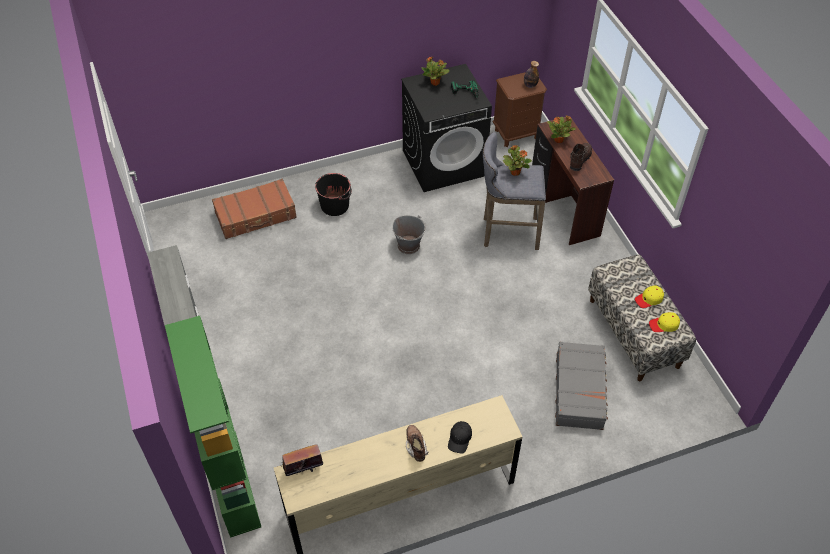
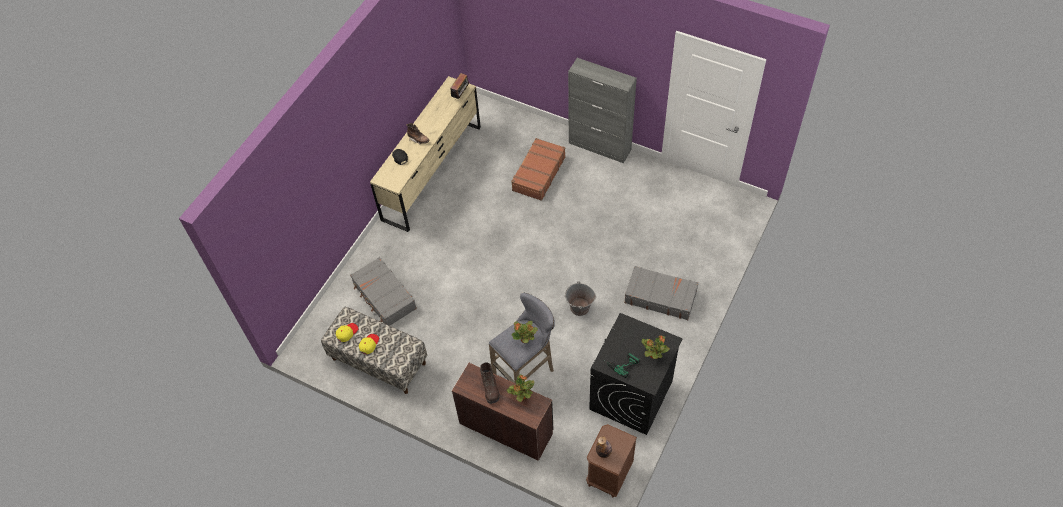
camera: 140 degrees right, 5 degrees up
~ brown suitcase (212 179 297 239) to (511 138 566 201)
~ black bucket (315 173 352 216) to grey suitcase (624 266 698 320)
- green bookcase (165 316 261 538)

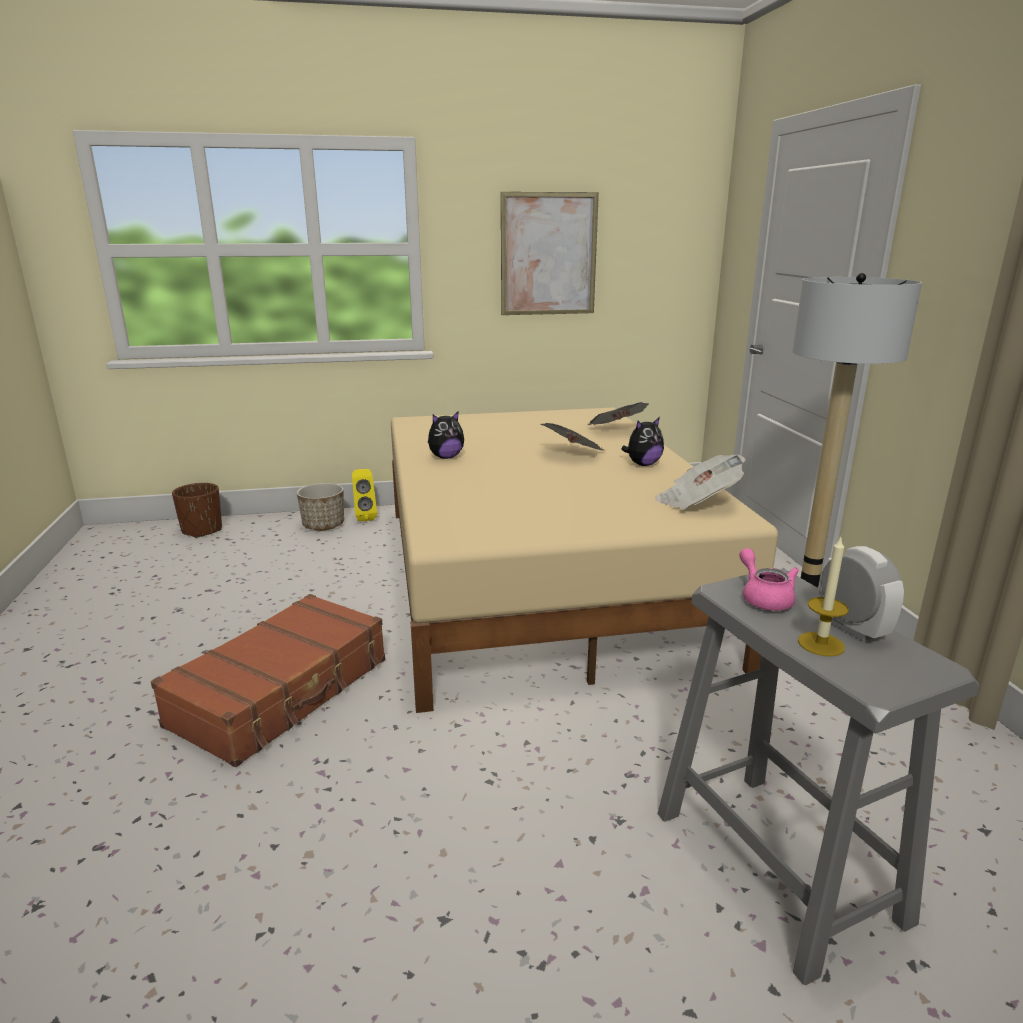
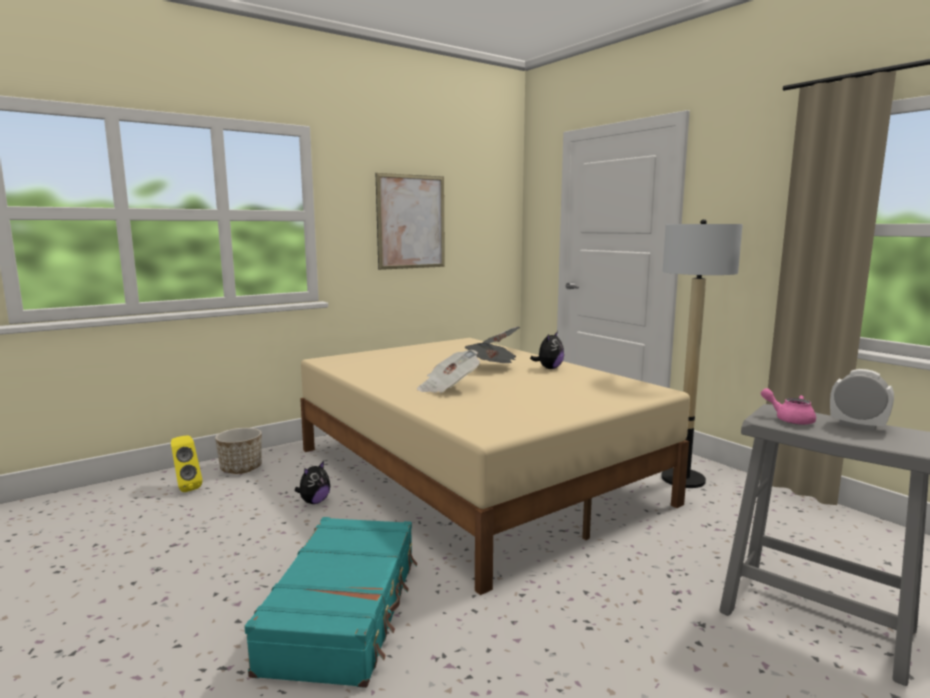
camera: 25 degrees left, 10 degrees down
~ yellow speaker (352 469 377 521) to (171 435 203 492)
~ brown suitcase (151 594 385 767) to turquoise suitcase (244 517 417 688)
~ plush toy (428 412 464 459) to (294 461 330 504)
~ newspaper (655 455 746 510) to (417 350 480 393)
- brown planter (172 483 222 538)
- candle (798 537 849 656)

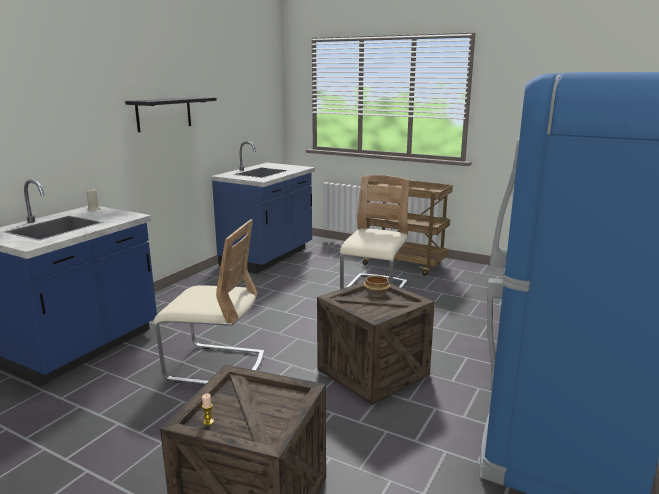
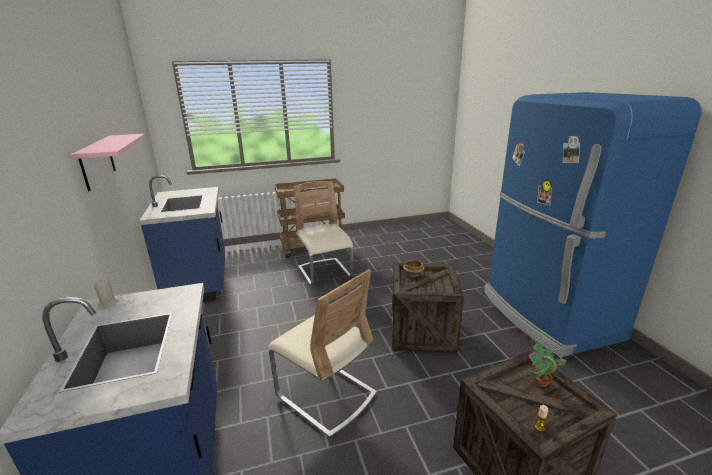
camera: 45 degrees left, 5 degrees up
~ black shelf (125 97 217 132) to pink shelf (71 134 145 191)
~ beige chair (153 219 264 385) = (268 269 377 438) 75 degrees clockwise
+ potted plant (527 344 566 387)

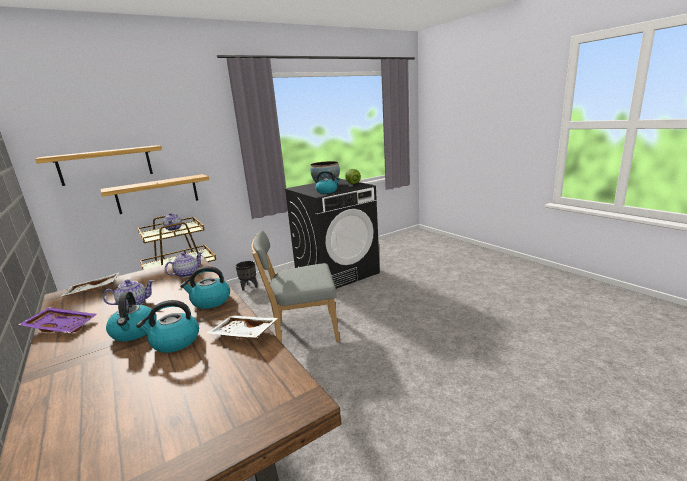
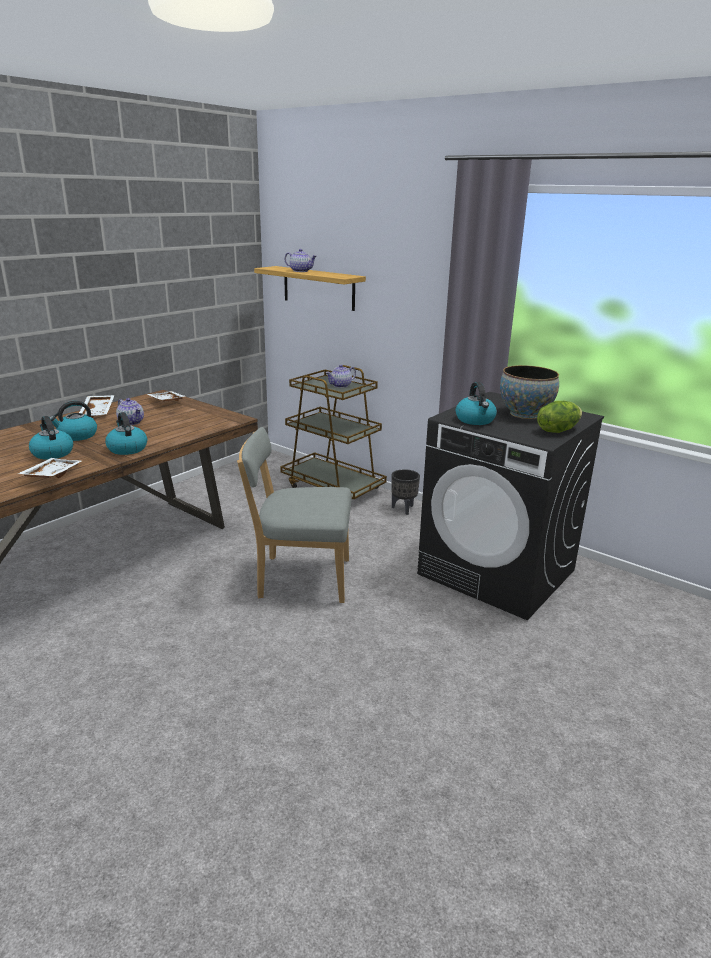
camera: 70 degrees right, 5 degrees up
~ purple tray (18 307 97 333) to white tray (79 395 115 418)
~ grey chair (252 230 340 343) = (237 427 352 603) 60 degrees counterclockwise
~ teapot (165 252 203 278) to (284 249 317 272)
- shelf (100 174 209 214)

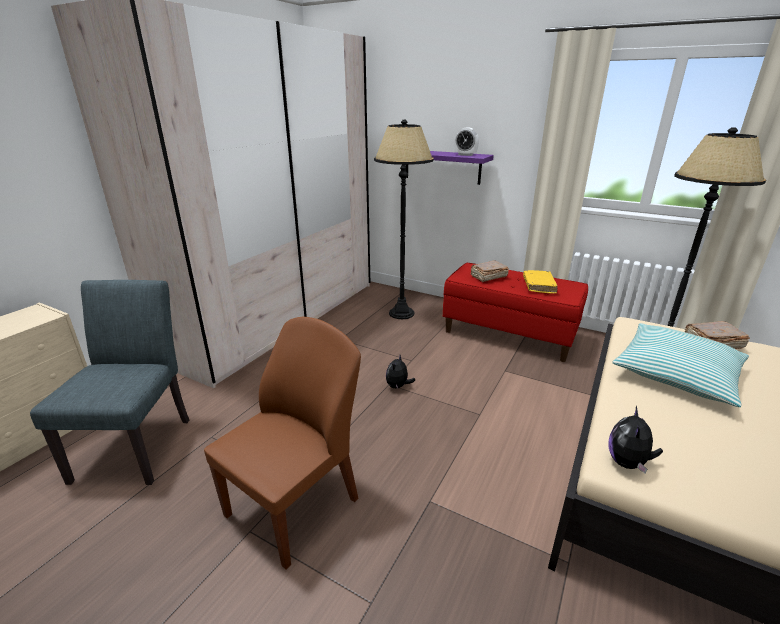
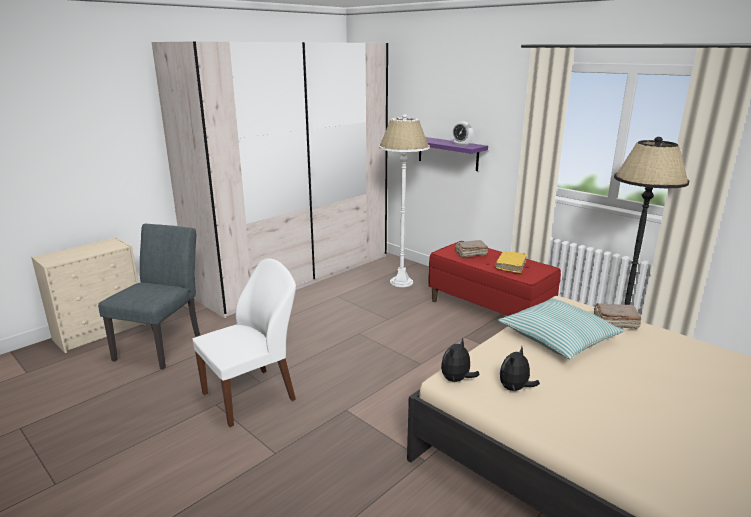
camera: 15 degrees right, 5 degrees down
~ brown chair (204 317 361 570) to white chair (192 258 296 427)
~ black floor lamp (374 120 434 319) to white floor lamp (379 114 430 287)
~ plush toy (386 355 415 389) to (500 347 540 391)

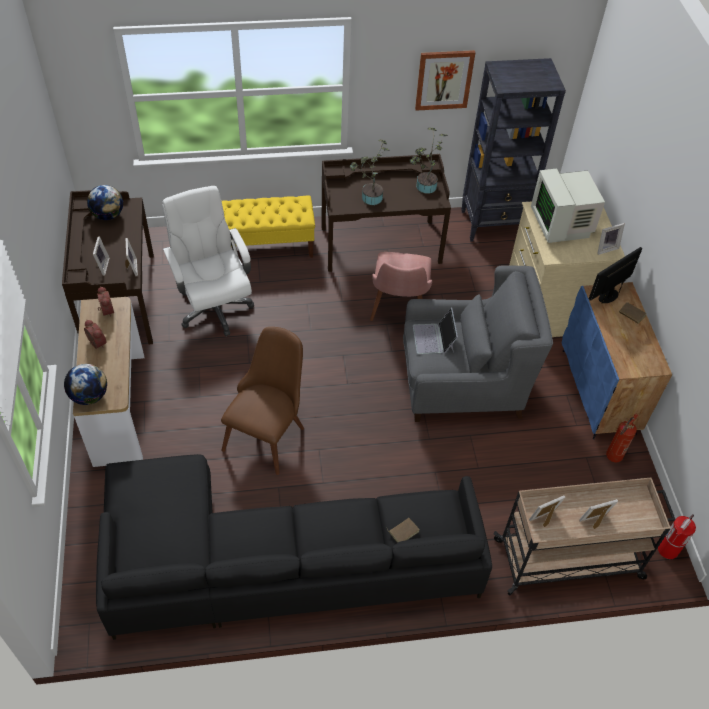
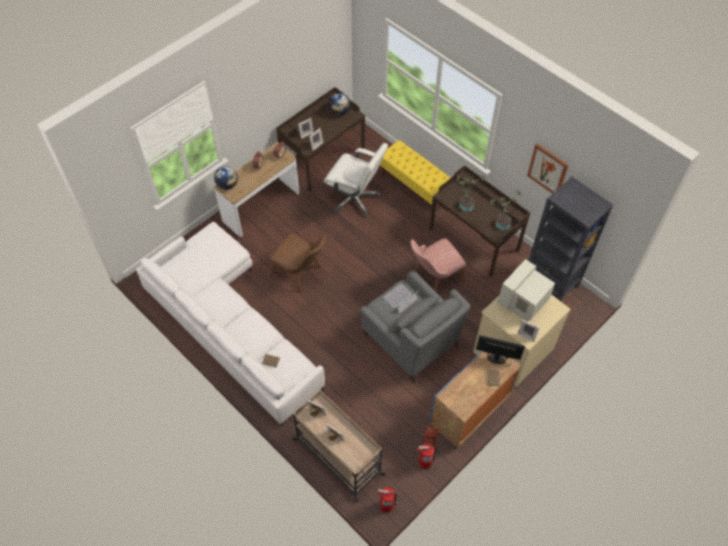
camera: 55 degrees right, 5 degrees up
~ black sofa (96 454 492 640) to white sofa (136 222 325 427)
~ brown chair (221 327 304 475) = (269 233 326 293) 45 degrees clockwise
~ white office chair (163 186 254 336) = (324 143 388 217) 90 degrees clockwise
+ fire extinguisher (417 443 436 469)

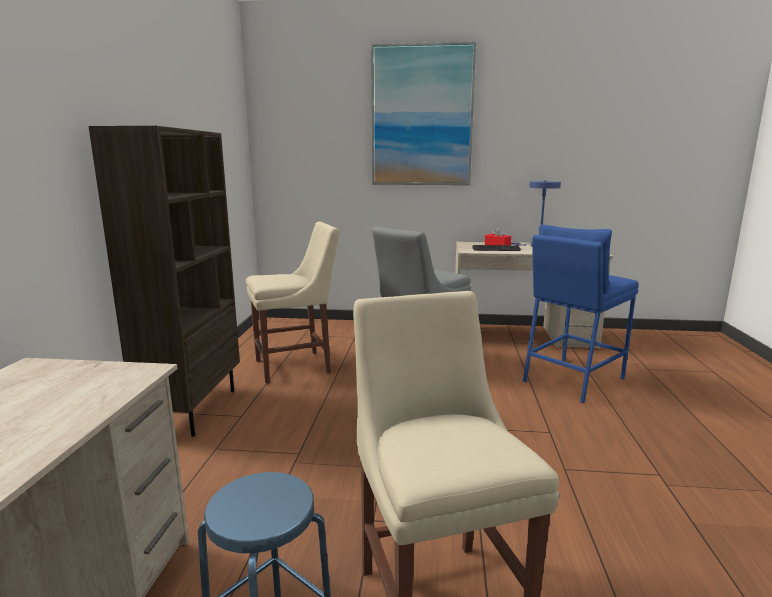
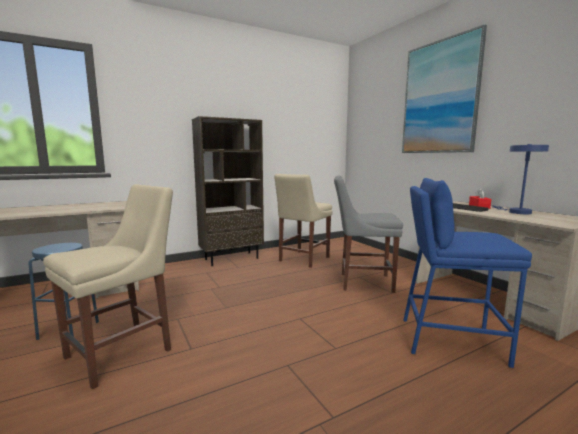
camera: 55 degrees right, 5 degrees down
~ beige chair (246 221 339 383) = (274 174 333 268) 90 degrees clockwise

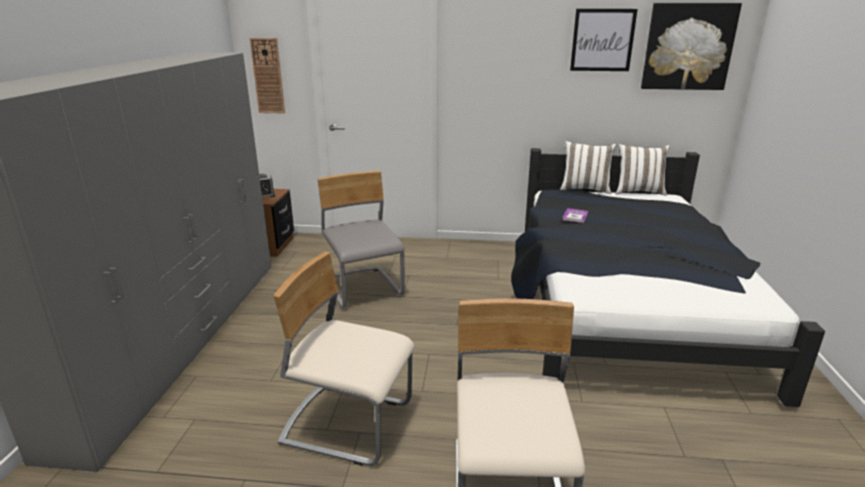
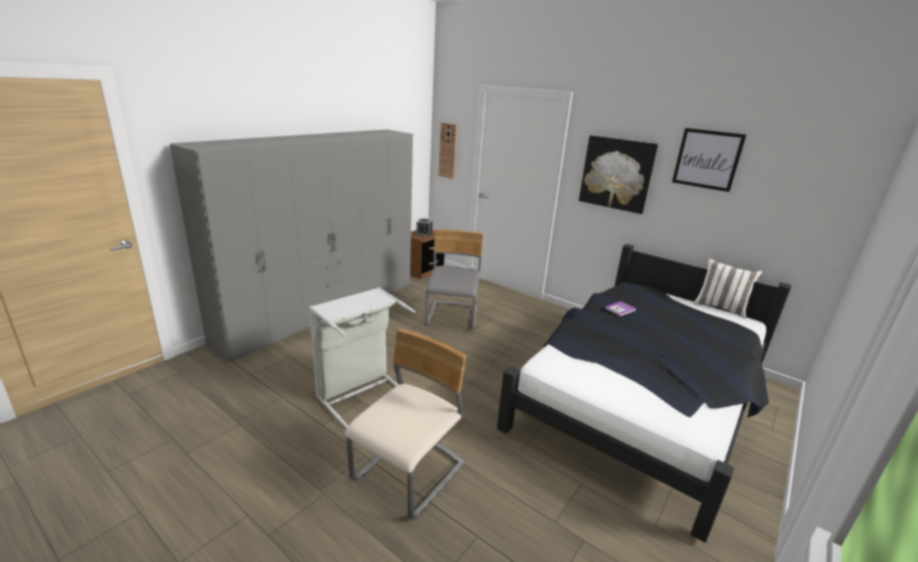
camera: 30 degrees right, 0 degrees up
~ beige chair (273 252 414 466) to grey laundry basket (309 287 415 428)
~ picture (641 3 742 90) to (579 135 658 214)
- white pillow (560 141 616 194)

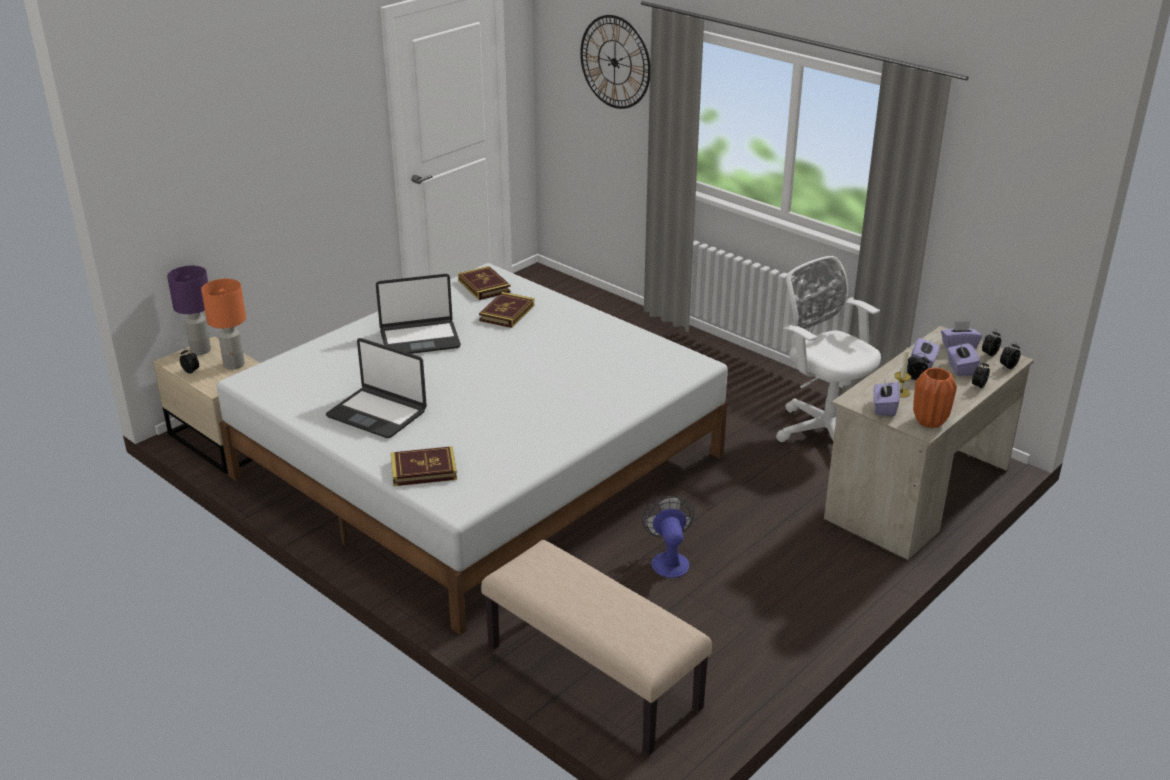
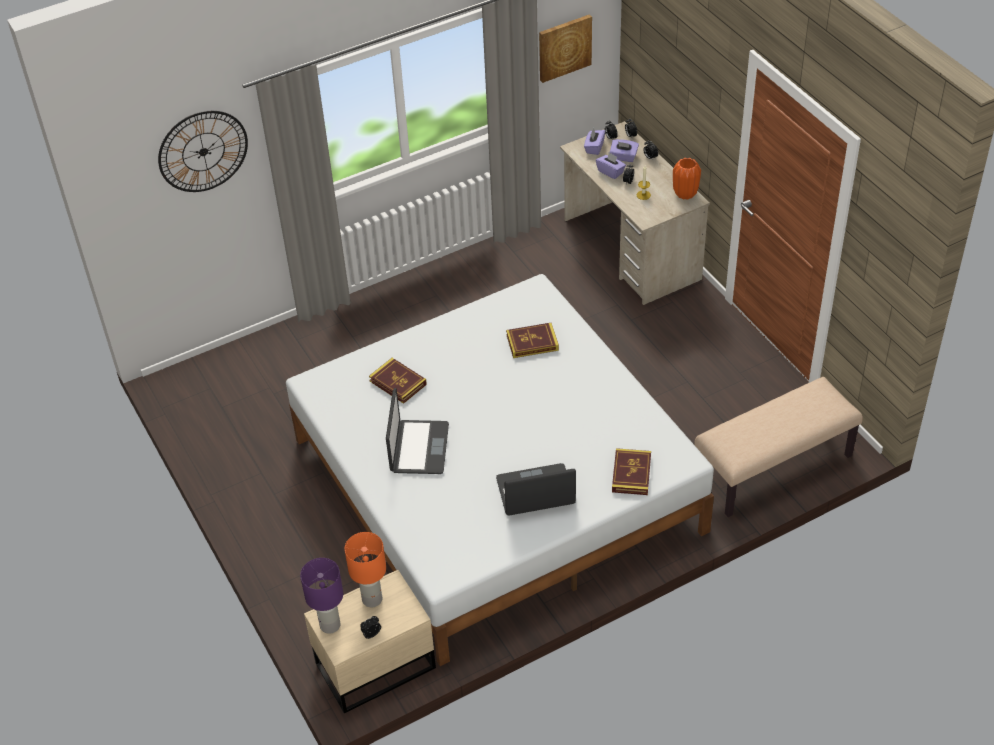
camera: 70 degrees left, 15 degrees up
~ laptop (326 338 427 438) = (496 463 576 516) 150 degrees counterclockwise
~ book (458 266 511 300) to (506 323 559 358)
+ picture (539 14 592 83)
- fan (642 496 694 578)
- white office chair (776 256 881 442)
- purple tissue box (873 380 900 417)

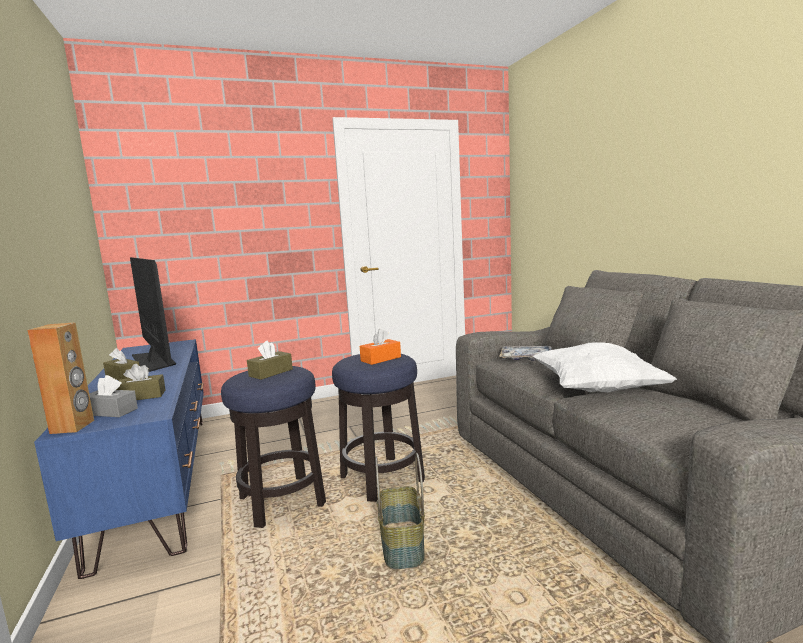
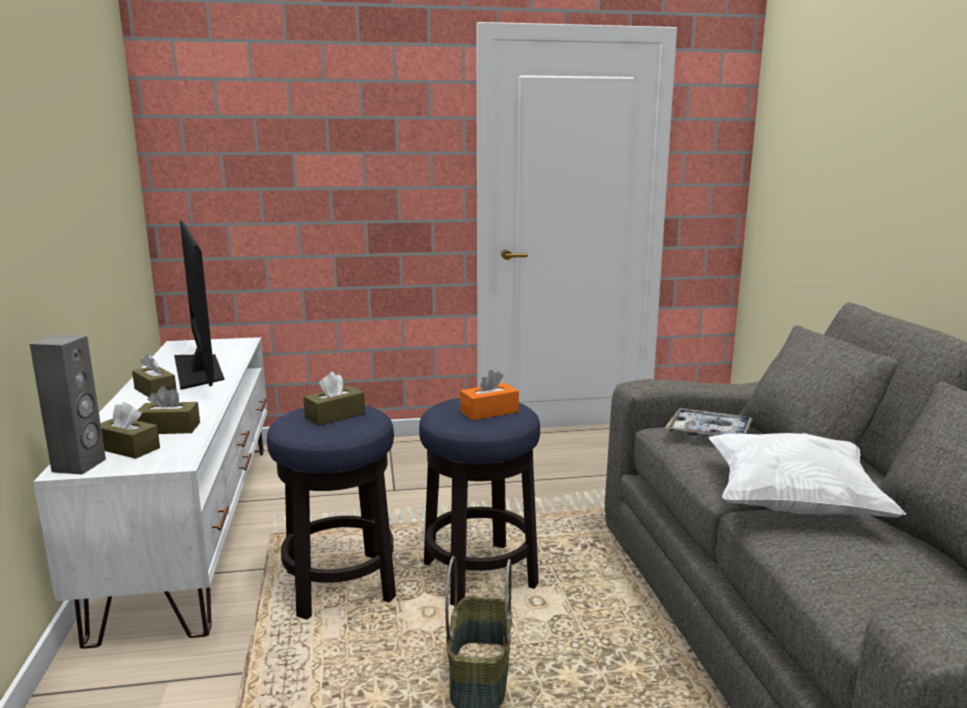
camera: 10 degrees right, 5 degrees up
~ brown speaker (28 322 94 434) to grey speaker (30 335 106 474)
~ blue tv stand (34 339 204 579) to white tv stand (33 337 268 649)
~ grey tissue box (89 375 138 417) to brown tissue box (101 402 160 459)

